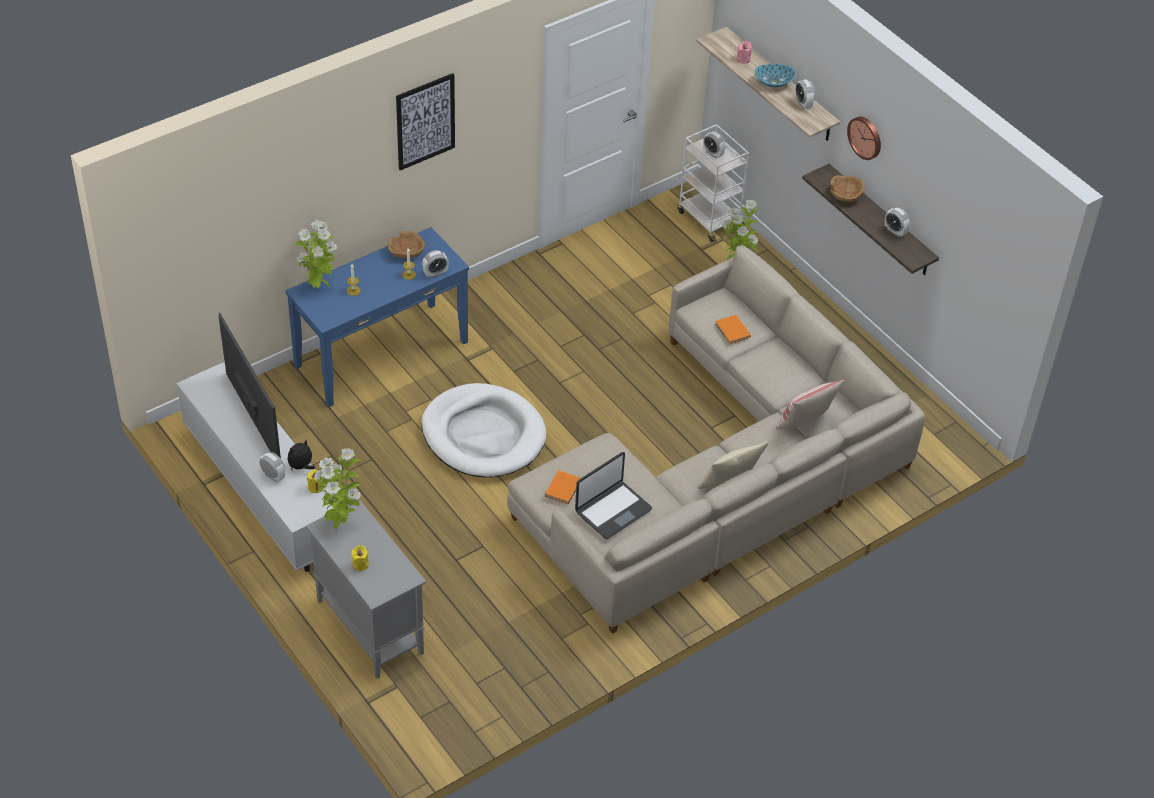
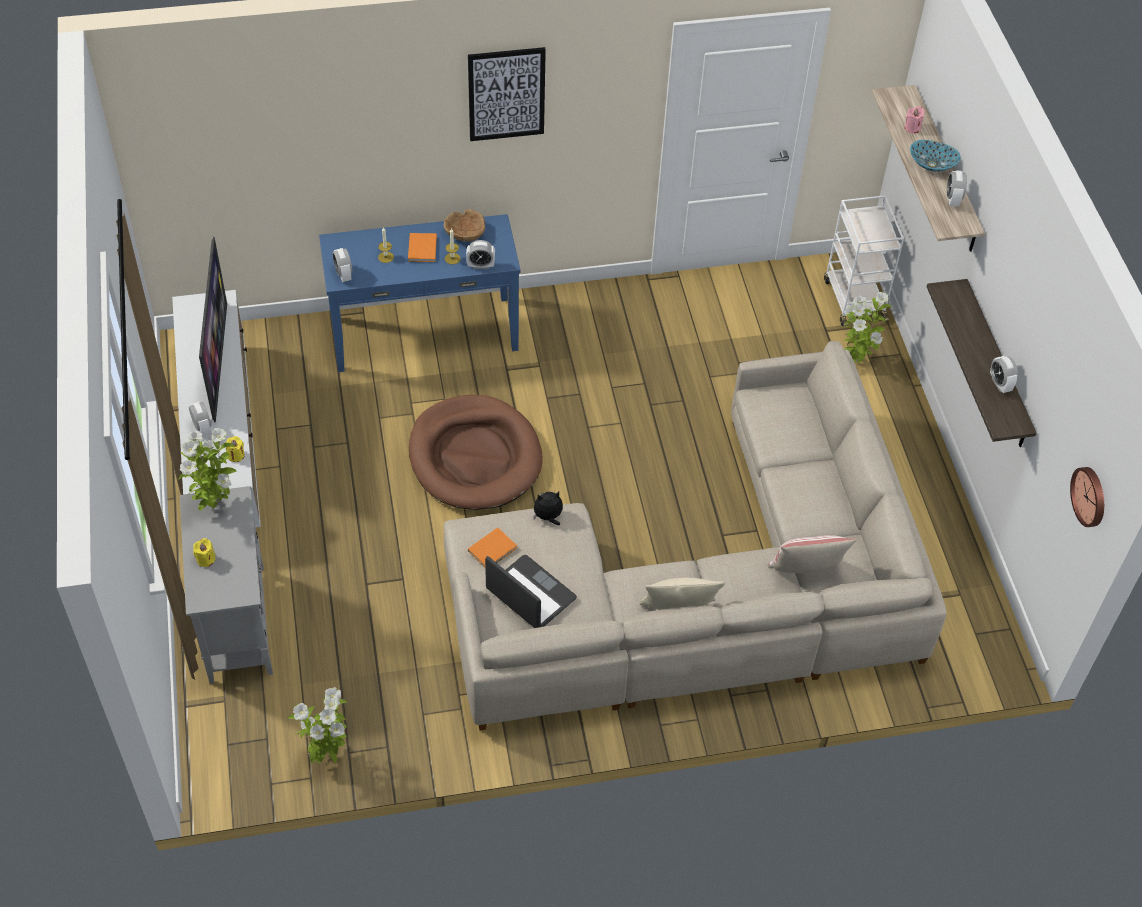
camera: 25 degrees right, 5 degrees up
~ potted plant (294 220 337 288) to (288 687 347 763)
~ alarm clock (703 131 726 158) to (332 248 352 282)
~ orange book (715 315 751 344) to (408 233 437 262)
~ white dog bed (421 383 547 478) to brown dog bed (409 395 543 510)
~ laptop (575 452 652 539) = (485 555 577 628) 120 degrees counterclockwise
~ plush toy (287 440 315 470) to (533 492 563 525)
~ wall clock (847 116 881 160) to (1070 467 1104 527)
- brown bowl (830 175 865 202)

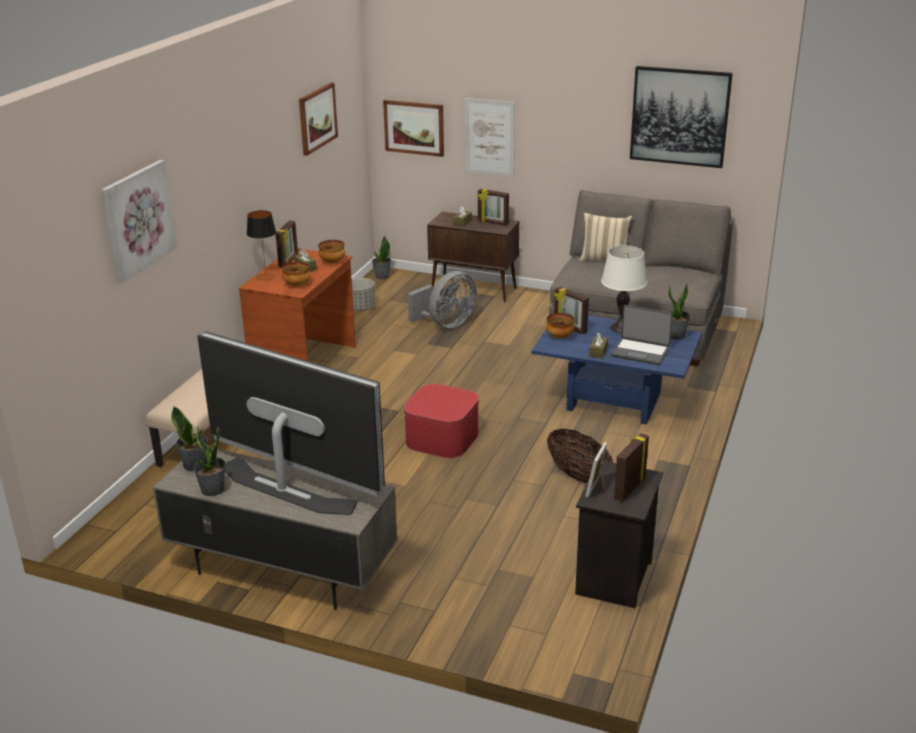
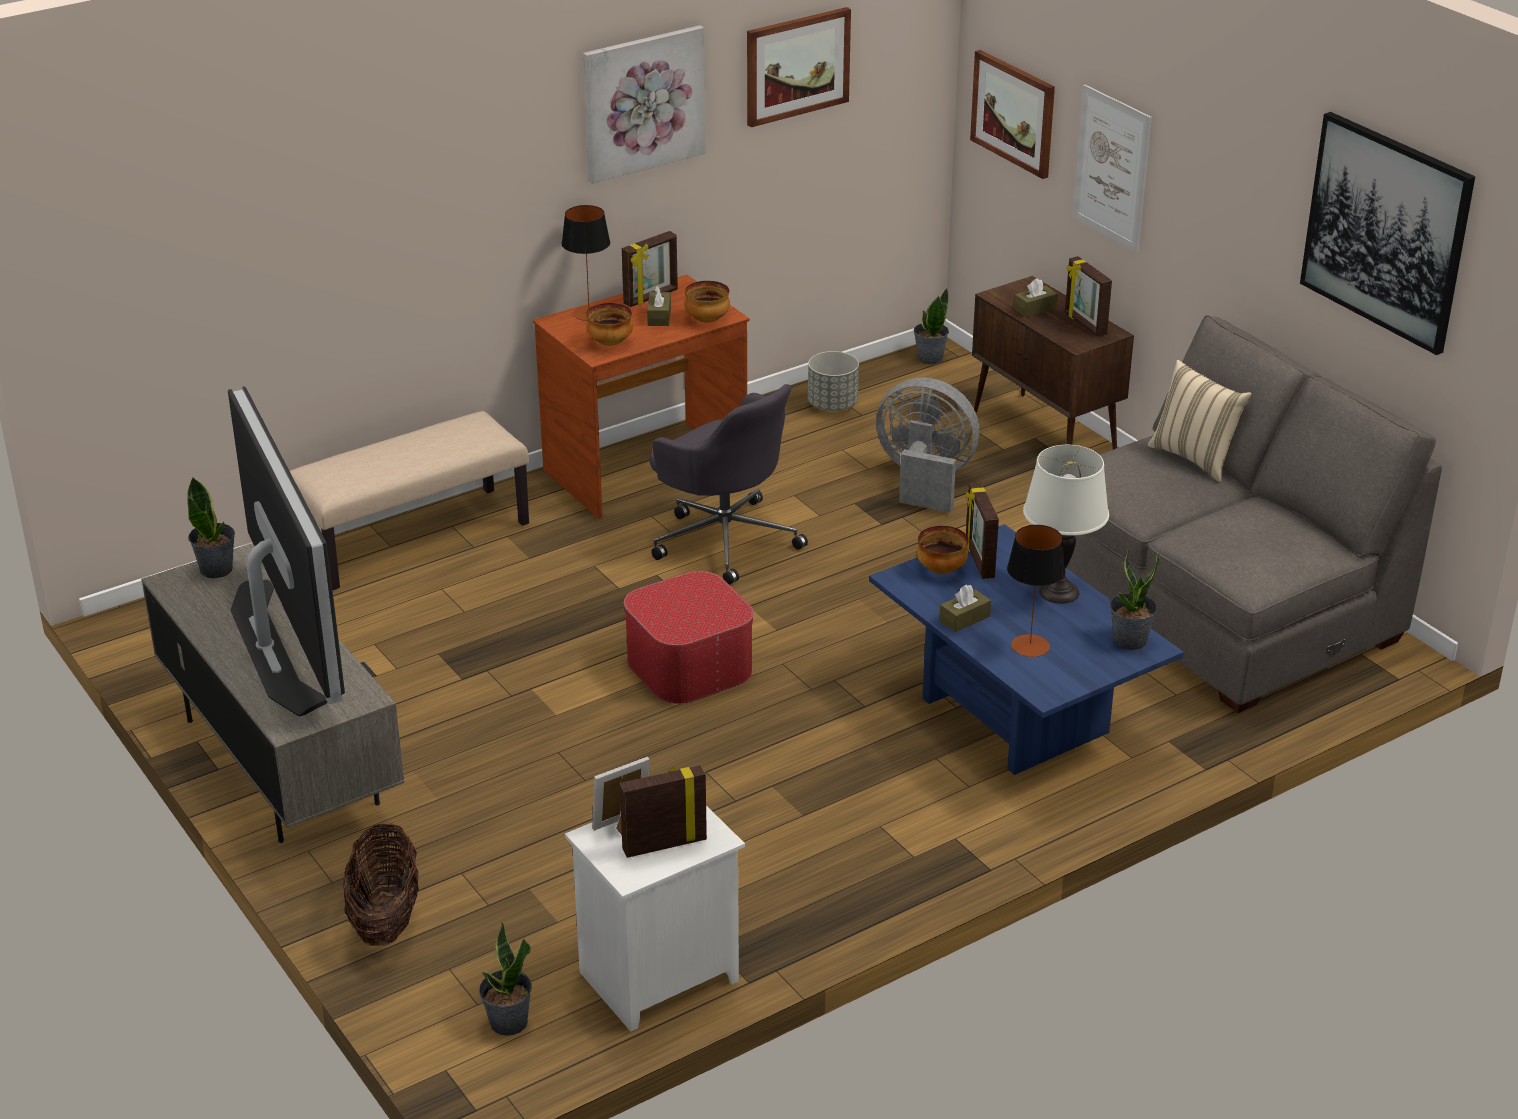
camera: 35 degrees right, 5 degrees up
~ basket (547 429 613 483) to (343 822 419 946)
~ potted plant (193 426 226 496) to (479 922 532 1036)
~ black nightstand (575 461 663 608) to white nightstand (565 805 745 1032)
~ picture (101 160 177 283) to (583 25 706 184)
+ grey office chair (650 384 808 585)
~ grey fan (408 271 477 328) = (876 377 979 513) 150 degrees counterclockwise
~ laptop (611 305 673 365) to table lamp (1007 525 1065 657)

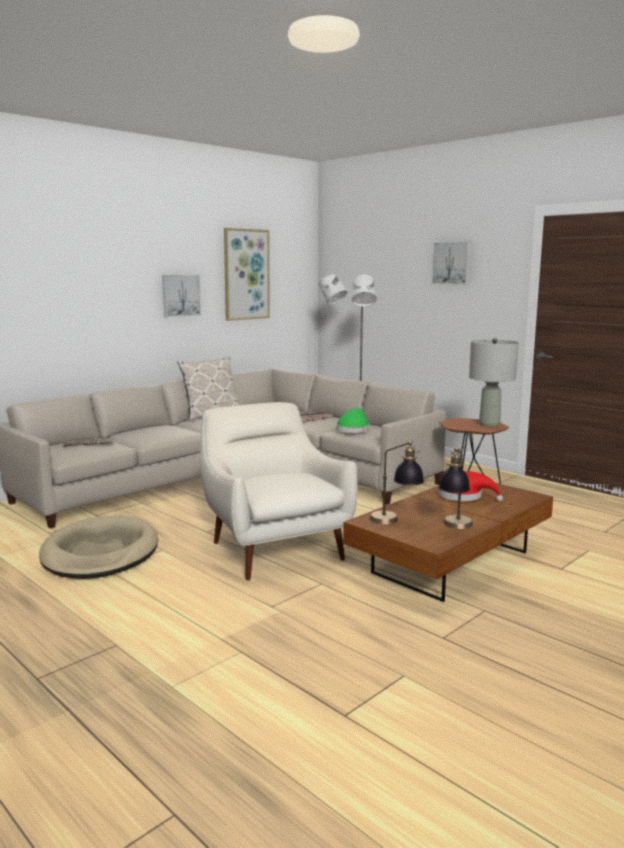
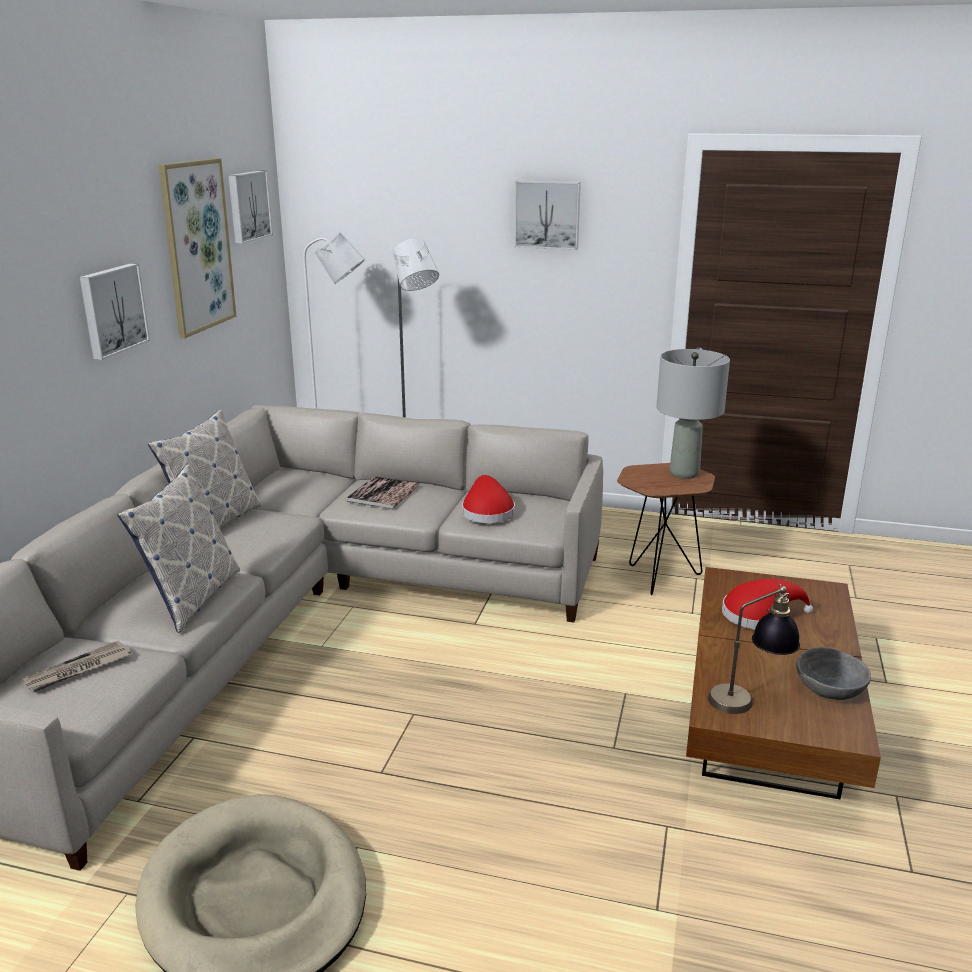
camera: 30 degrees left, 10 degrees up
+ pillow (117 464 240 633)
+ picture (228 171 273 244)
~ green hat (336 408 370 433) to red hat (462 475 515 523)
~ table lamp (438 447 473 529) to grey bowl (796 647 871 700)
- white armchair (200 402 358 580)

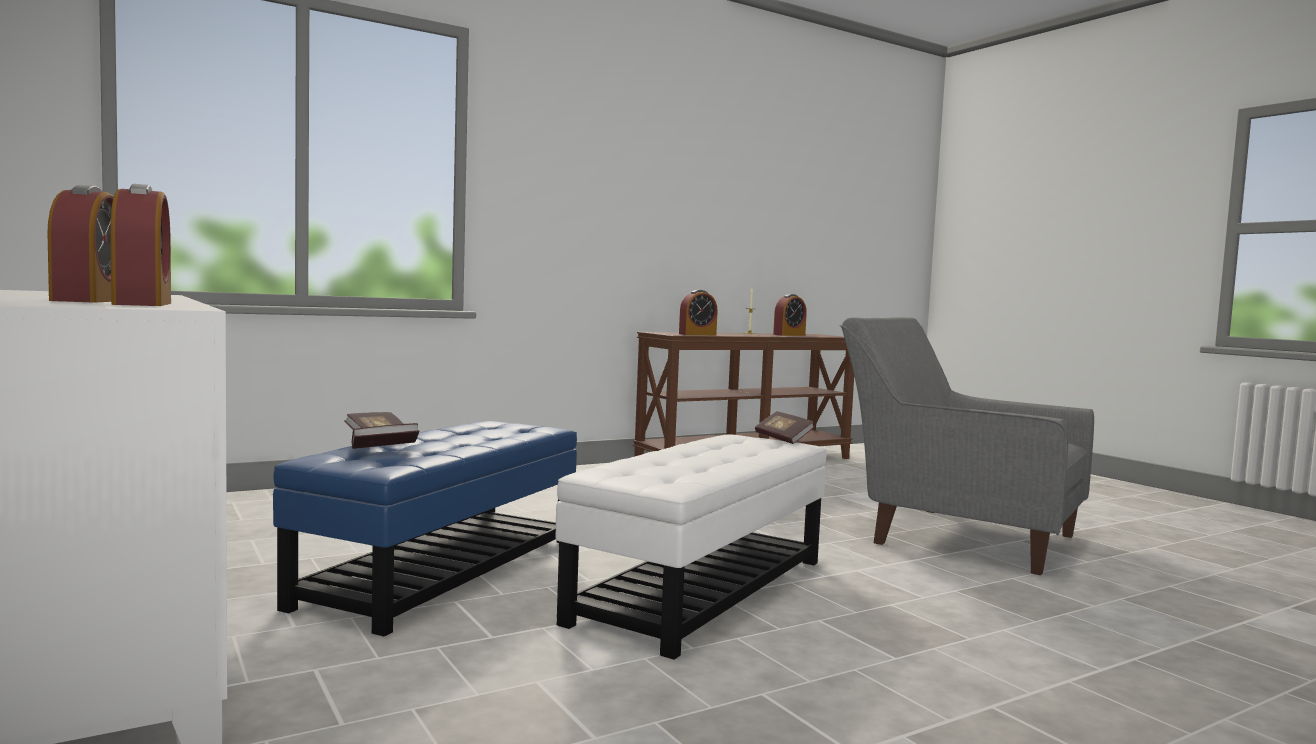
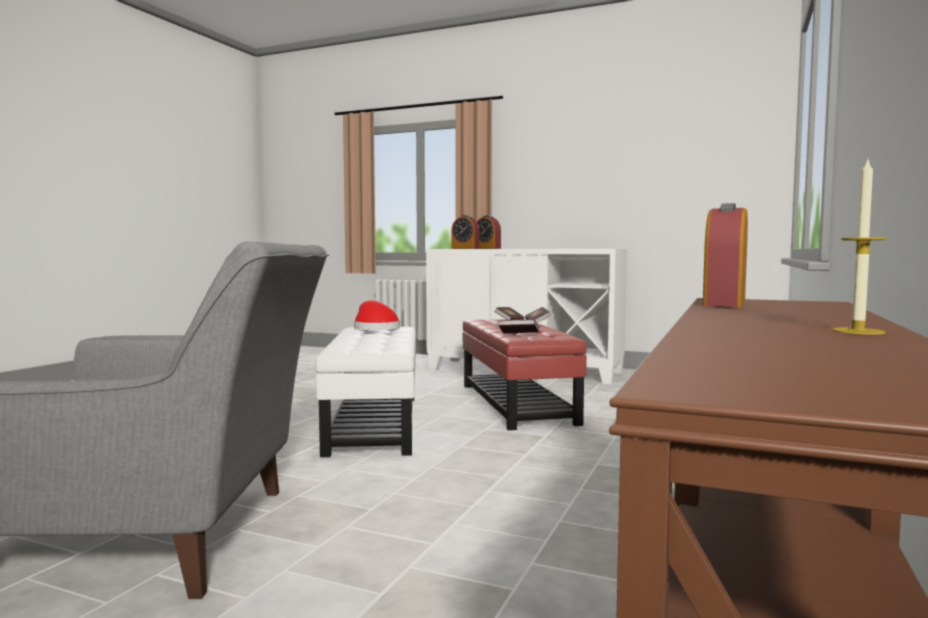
camera: 145 degrees right, 0 degrees up
+ red hat (354 300 400 330)
~ blue ottoman (273 421 577 637) to red ottoman (463 319 587 430)
~ book (755 411 814 444) to (499 319 539 334)
- alarm clock (773 294 807 336)

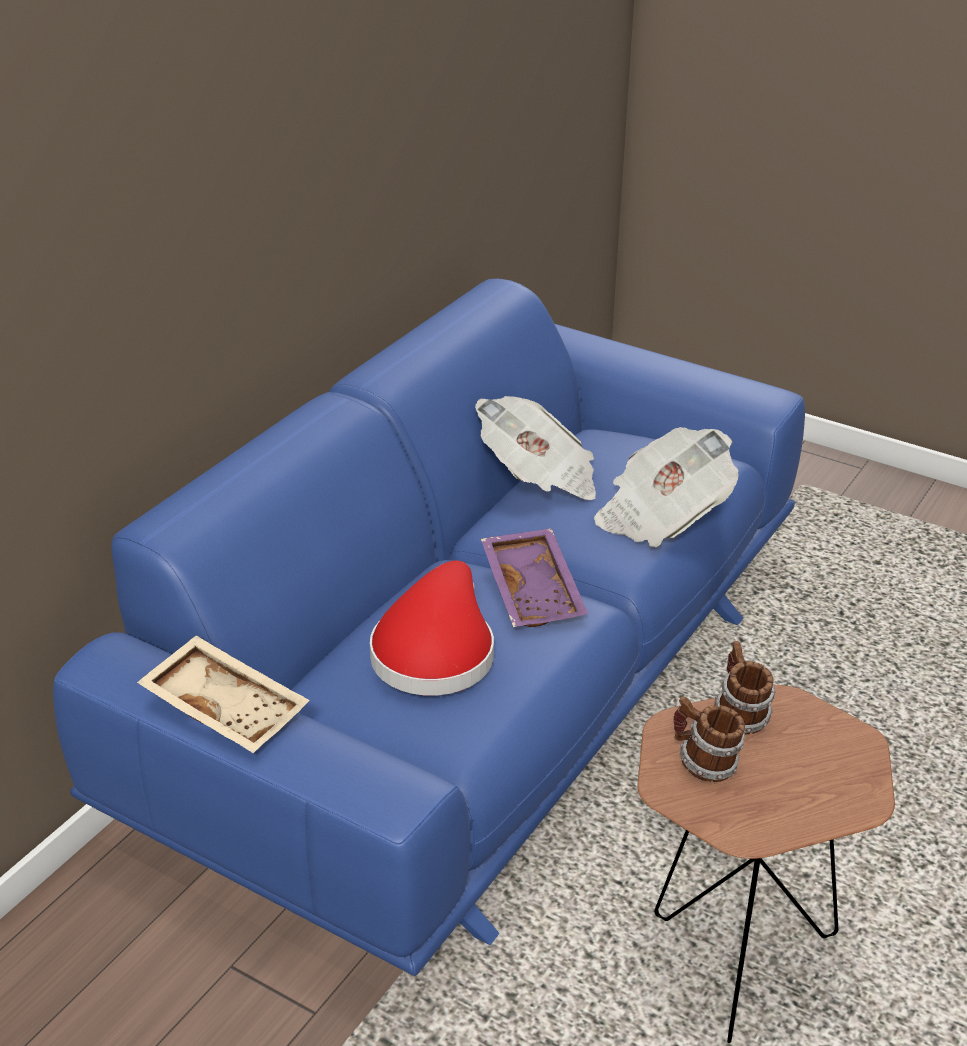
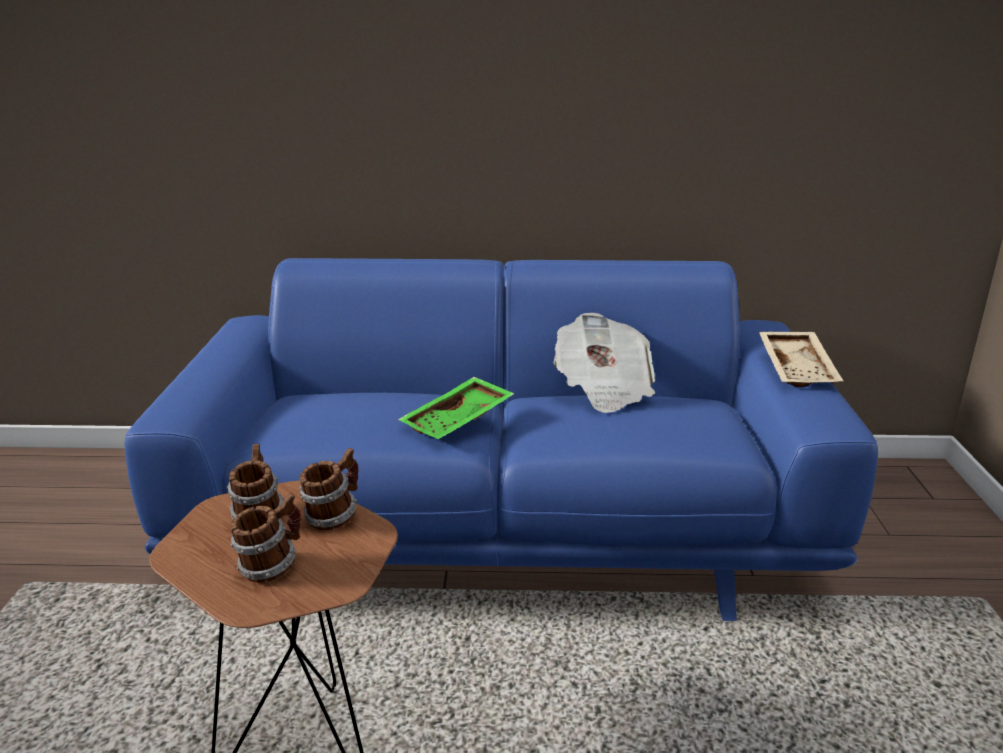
camera: 60 degrees right, 10 degrees down
+ mug (230 494 301 583)
~ purple tray (481 528 588 627) to green tray (398 377 515 439)
~ beige tray (137 635 310 753) to (759 332 843 387)
- red hat (370 561 494 696)
- newspaper (594 427 738 547)

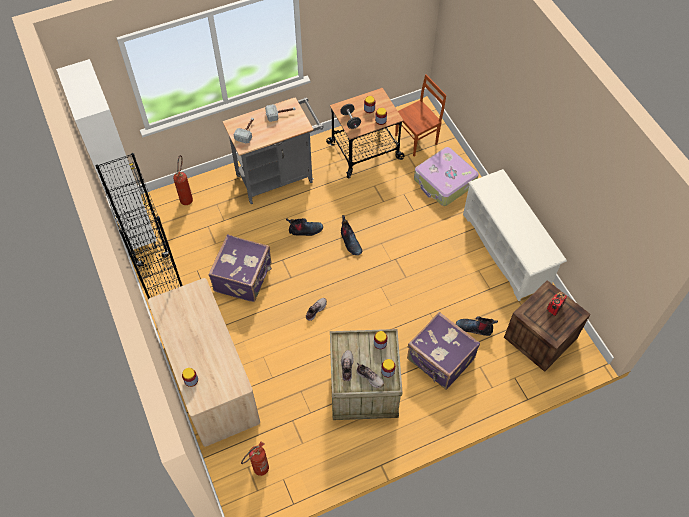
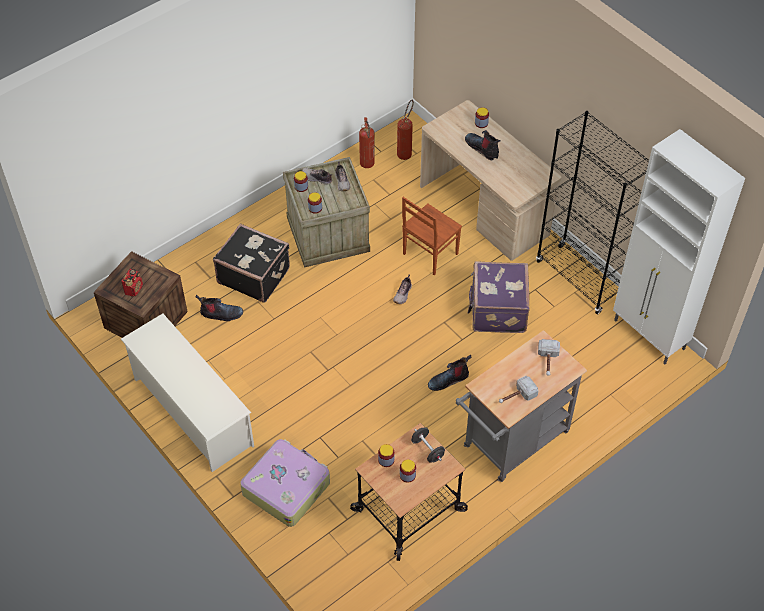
camera: 165 degrees right, 5 degrees down
~ purple suitcase (407 312 480 390) to black suitcase (213 223 290 303)
~ fire extinguisher (173 155 193 205) to (359 117 375 168)
~ brown chair (395 74 447 156) to (402 197 462 276)
~ boot (341 215 362 255) to (465 130 501 161)

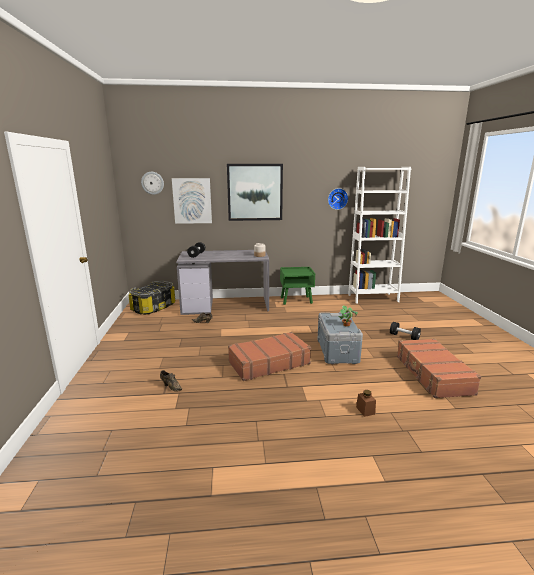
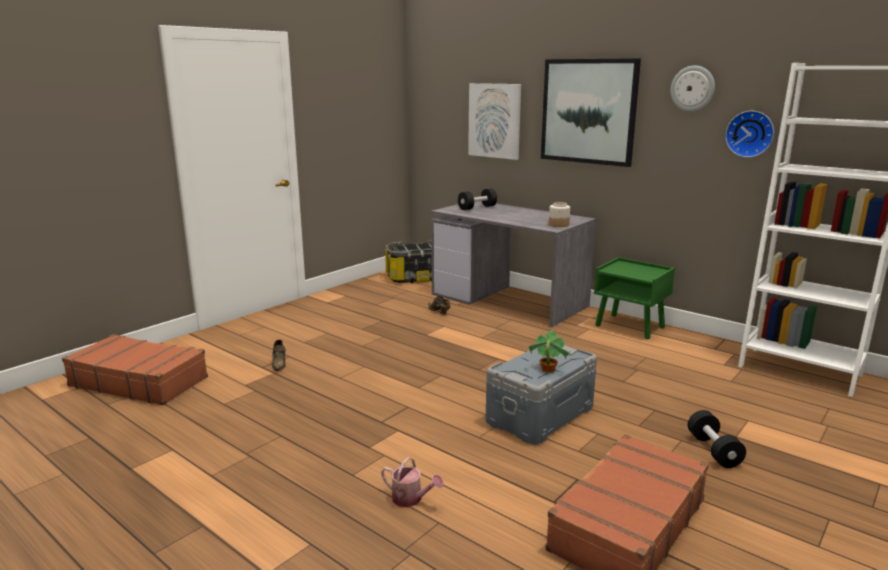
camera: 45 degrees right, 0 degrees up
~ brown suitcase (228 332 311 381) to (62 334 208 405)
~ brown jar (356 390 376 417) to watering can (381 457 443 507)
~ wall clock (141 172 164 195) to (671 66 715 111)

